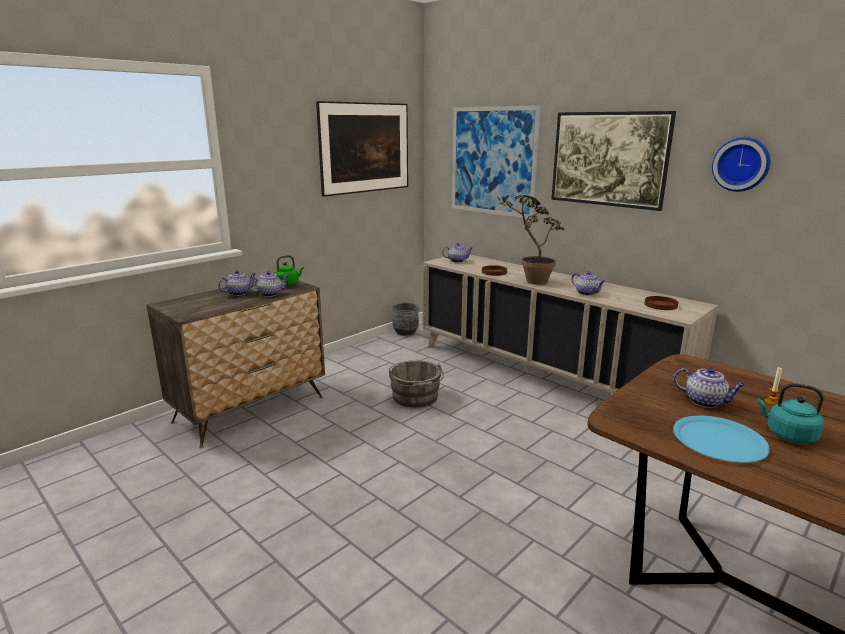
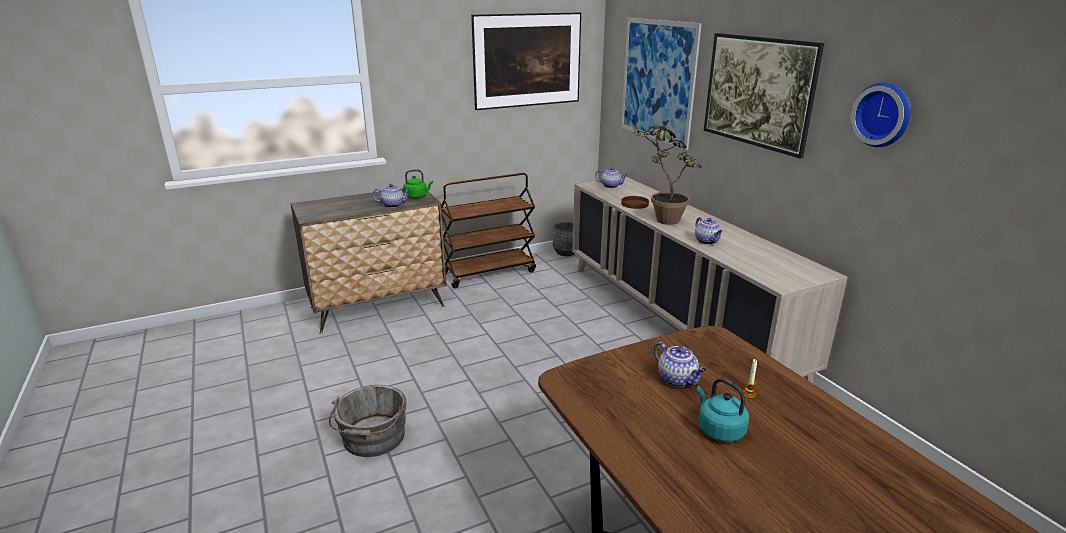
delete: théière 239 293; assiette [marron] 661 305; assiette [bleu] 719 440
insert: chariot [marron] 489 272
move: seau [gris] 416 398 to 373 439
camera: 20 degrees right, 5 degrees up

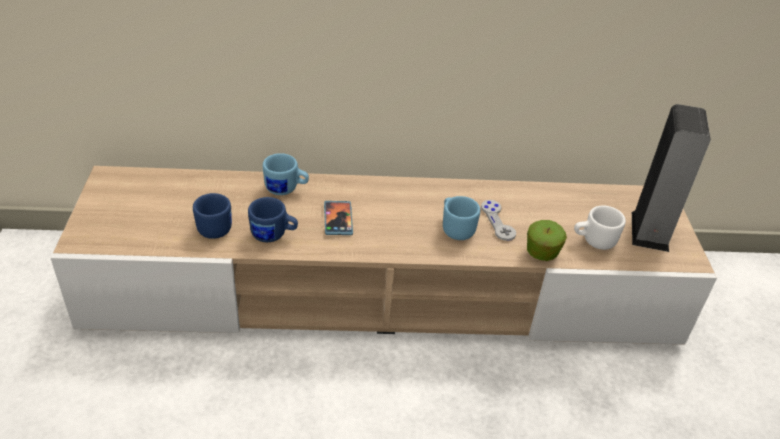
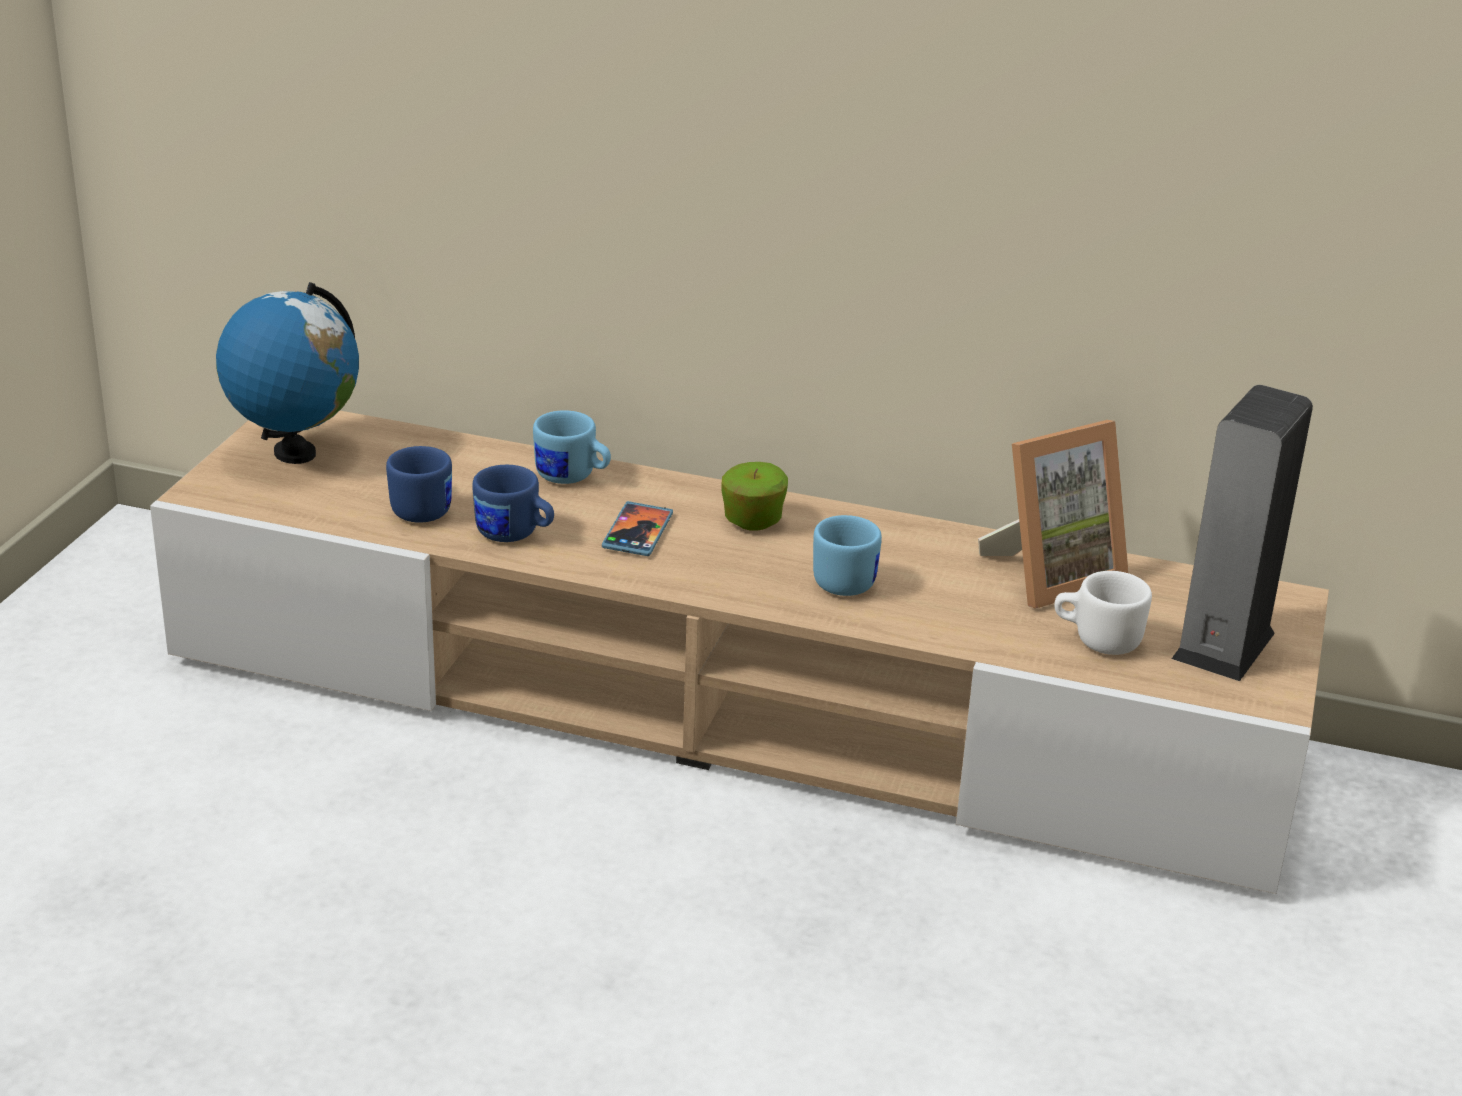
delete: manette [gris] 497 221
insert: globe 294 453; cadre photo 1051 575
move: pomme 542 253 to 753 521
camera: 20 degrees right, 10 degrees down

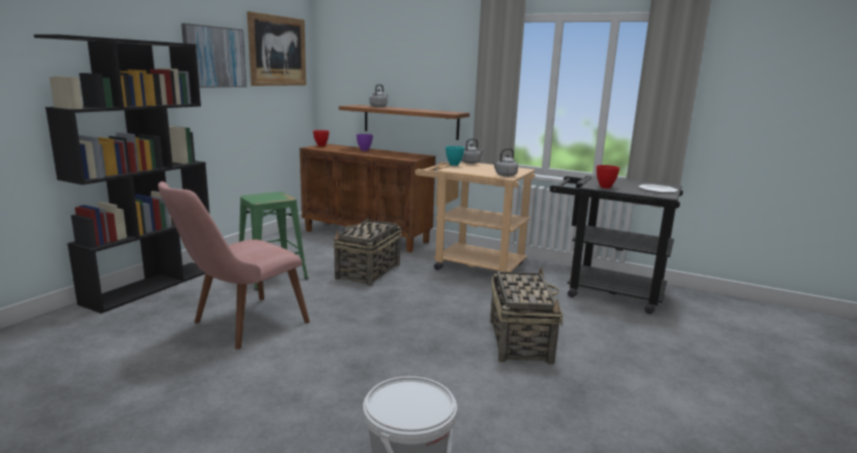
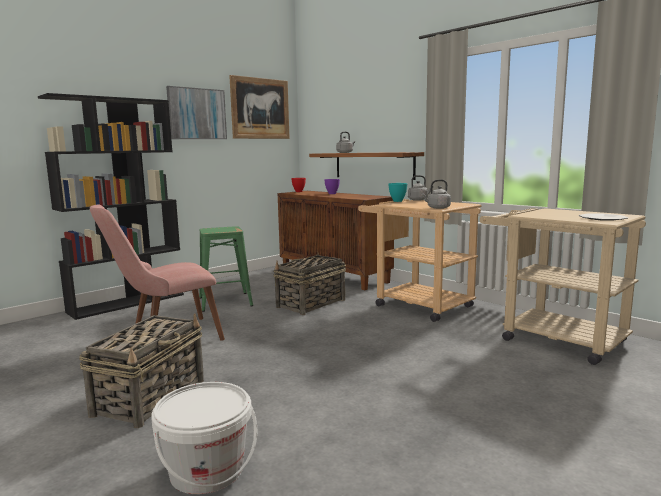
delete: bol [rouge] 605 187
move: panier 520 340 to 151 396
recolor: chariot [noir] 605 291 to chariot [beige] 552 338
camera: 20 degrees right, 5 degrees down

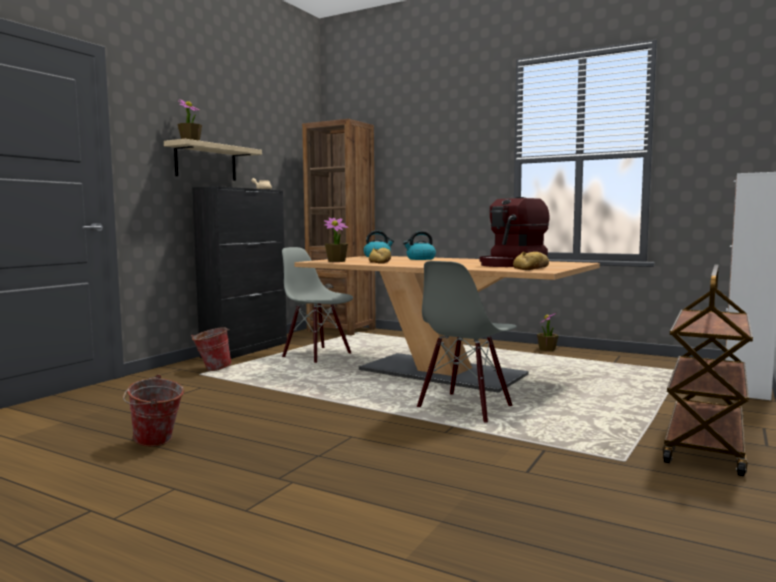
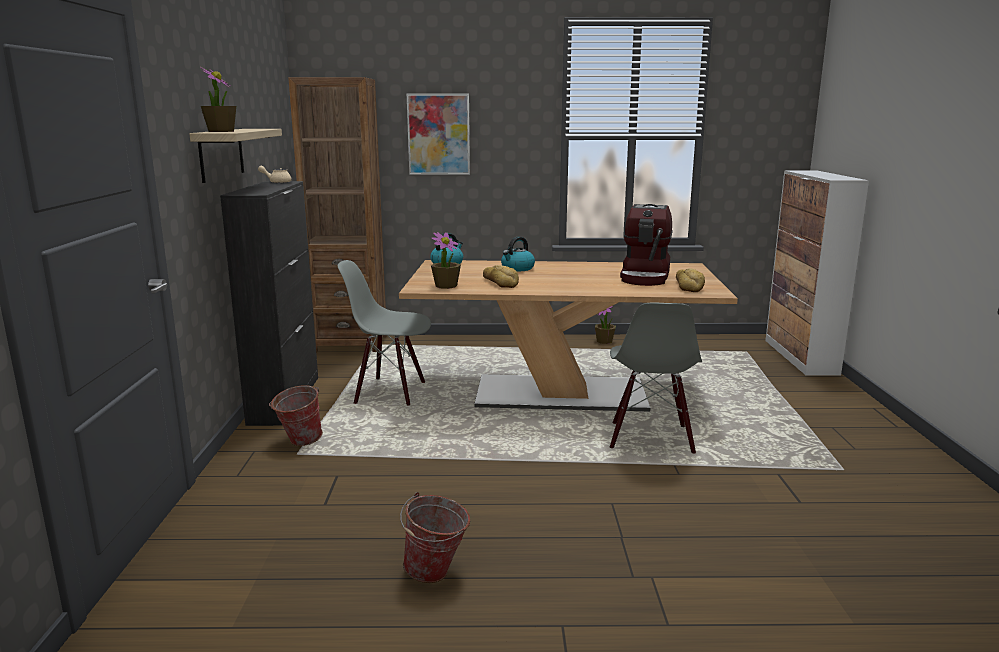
delete: chariot [marron] 706 444
insert: tableau 438 134
camera: 30 degrees left, 10 degrees up

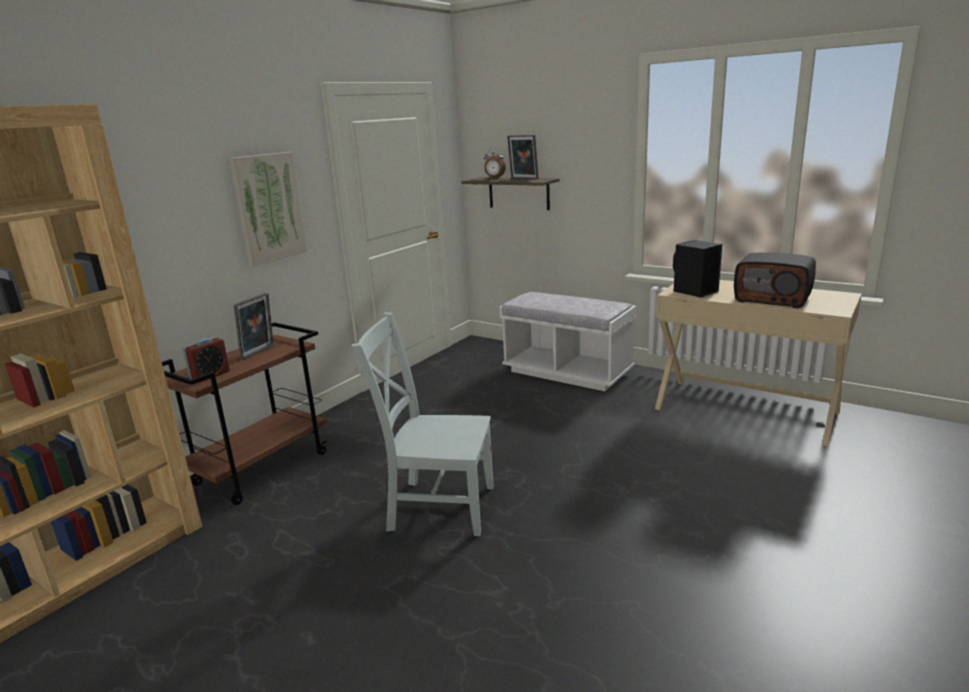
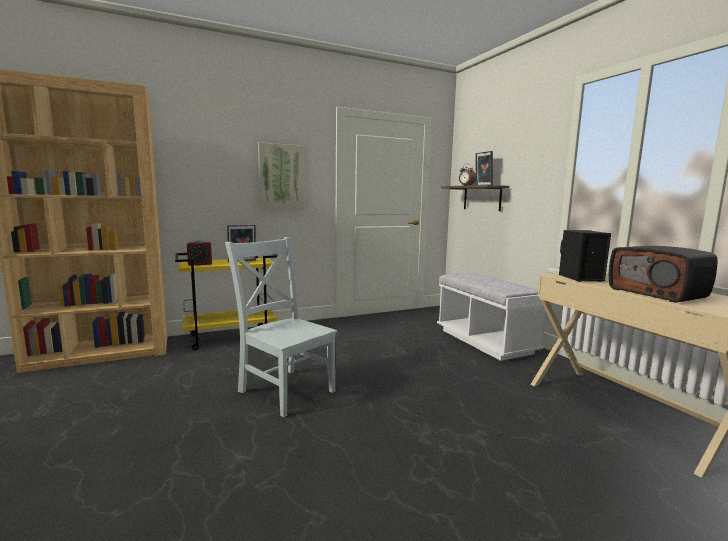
recolor: chariot [marron] 262 468 to chariot [jaune] 231 337
camera: 30 degrees right, 10 degrees down

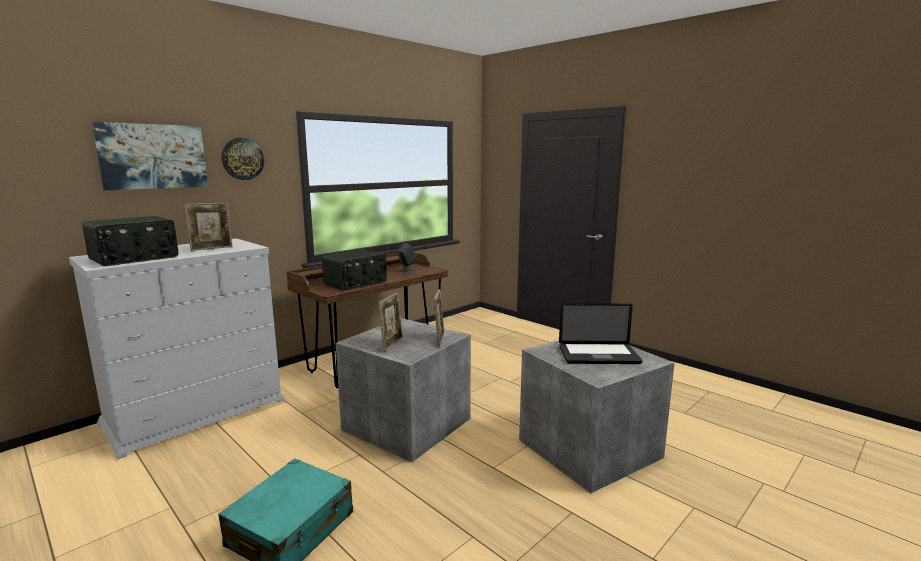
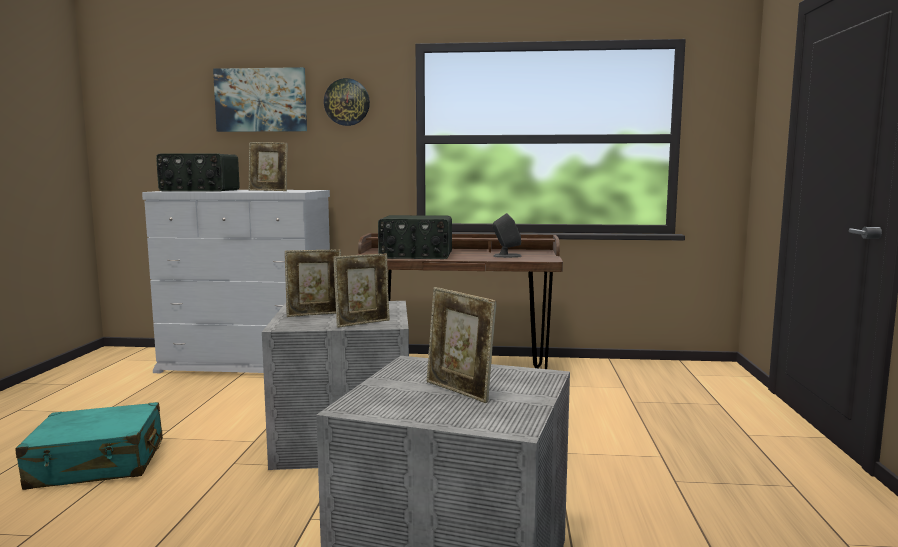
replace: ordinateur portable 598 355 to cadre photo 459 391
camera: 50 degrees right, 5 degrees down

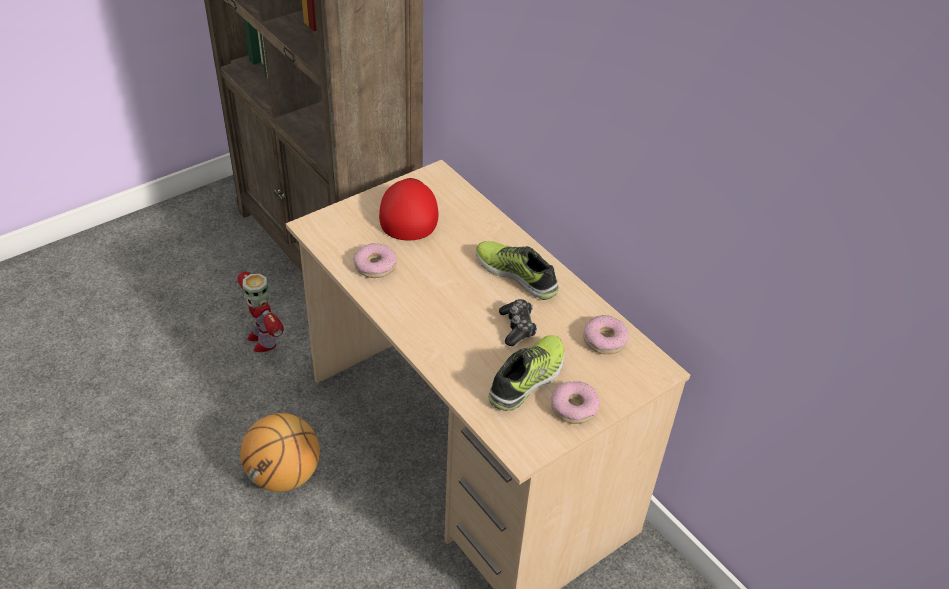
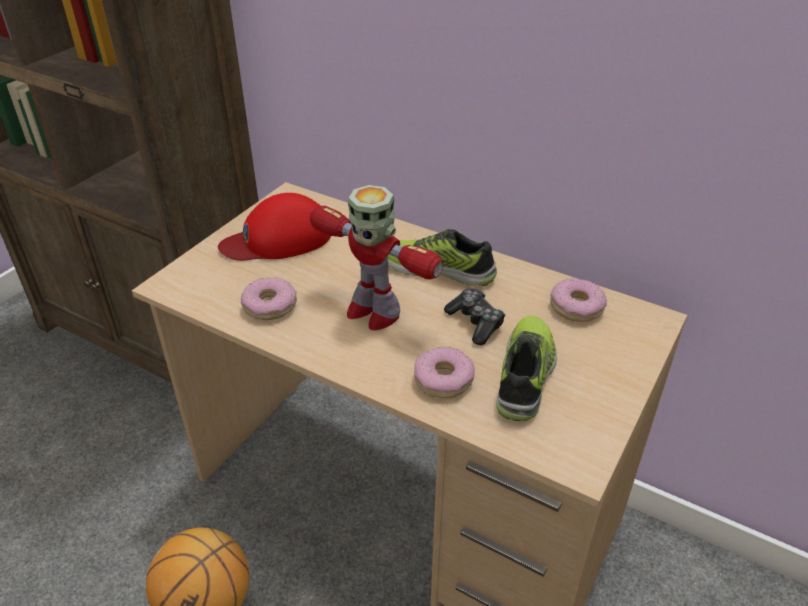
move: robot jouet 263 339 to 372 311; beignet 573 407 to 443 379
rotate: casquette [rouge] 409 211 = 278 239 90 degrees counterclockwise
camera: 20 degrees left, 5 degrees down

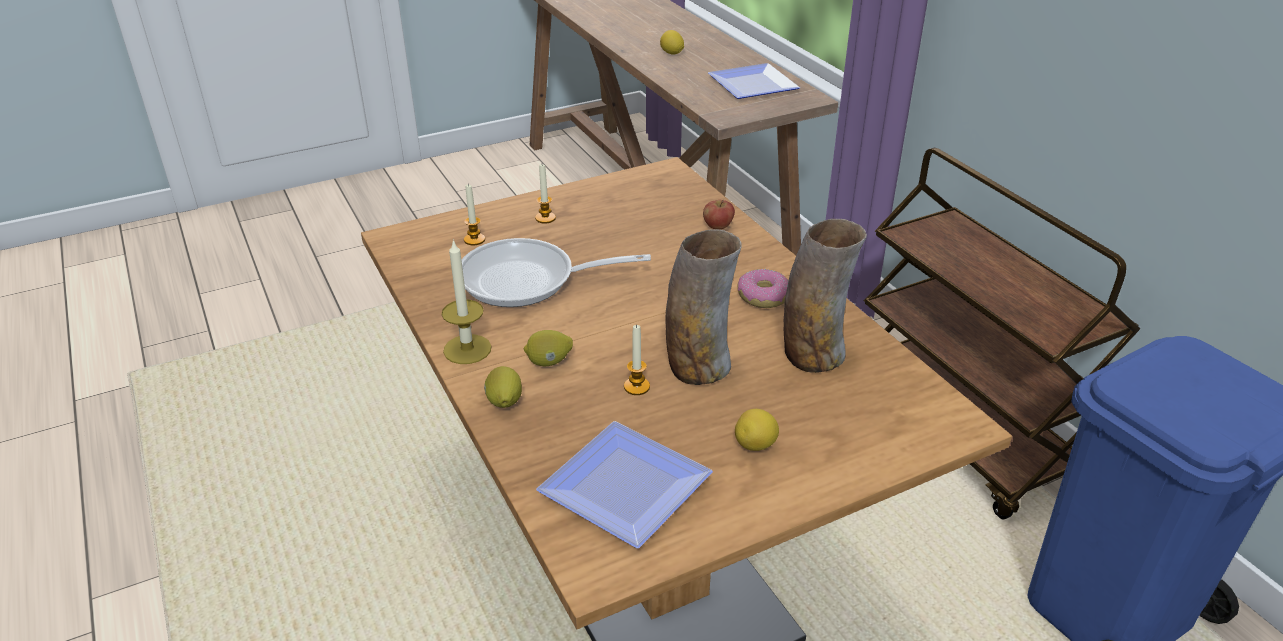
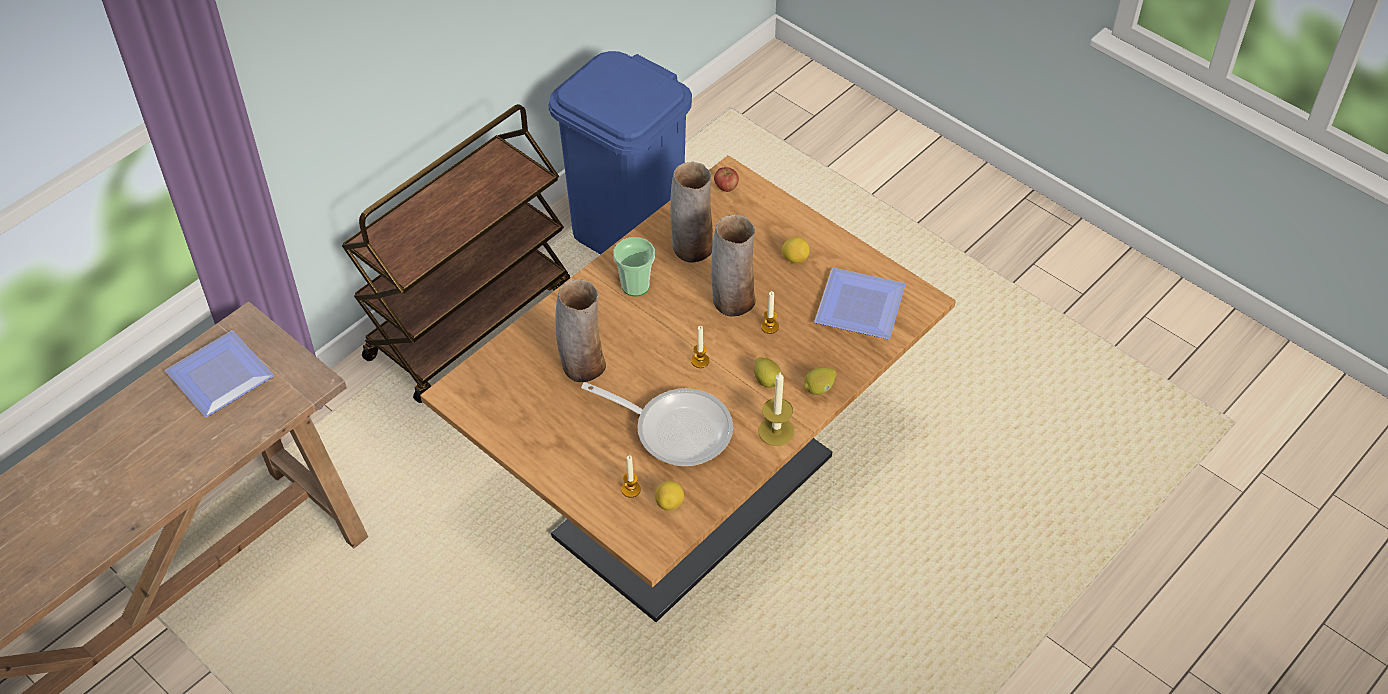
insert: vase 582 366
move: citron 671 53 to 669 503; bougie 545 218 to 700 361; pomme 717 226 to 726 187
replace: beignet 763 297 to tasse 635 286
rotate: poêle 528 281 = 675 429 45 degrees counterclockwise
camera: 110 degrees left, 15 degrees up

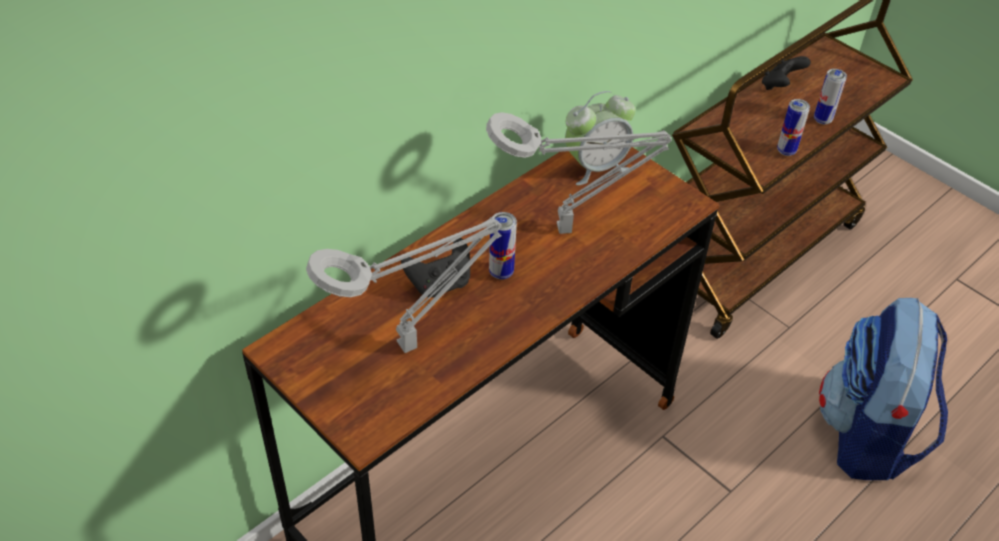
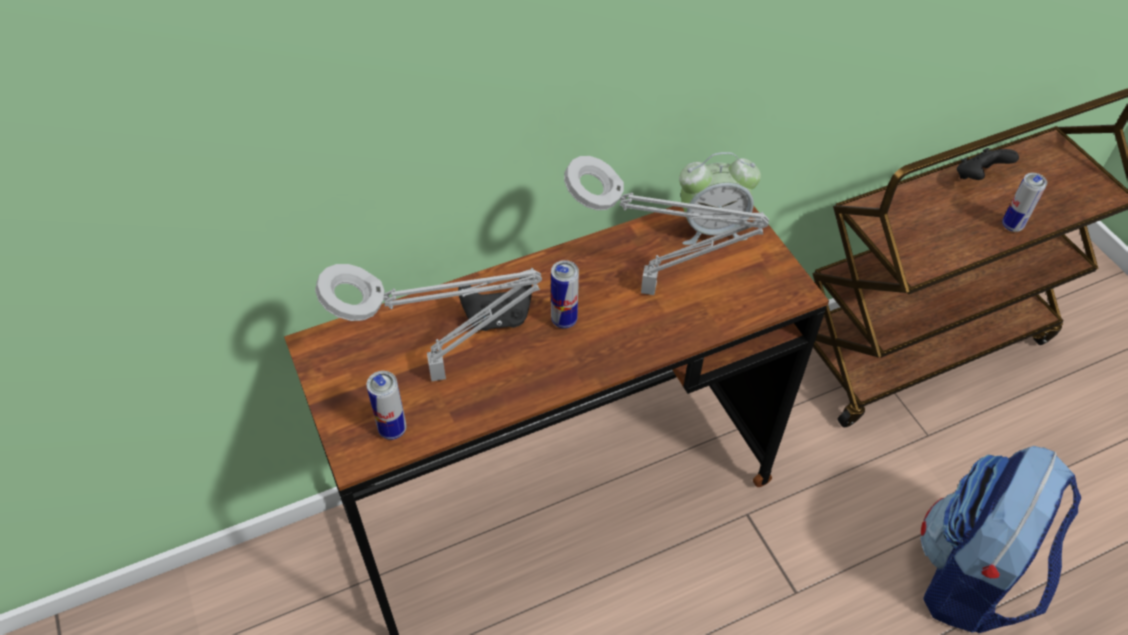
move: boîte métallique 786 151 to 392 429
camera: 20 degrees right, 5 degrees up

